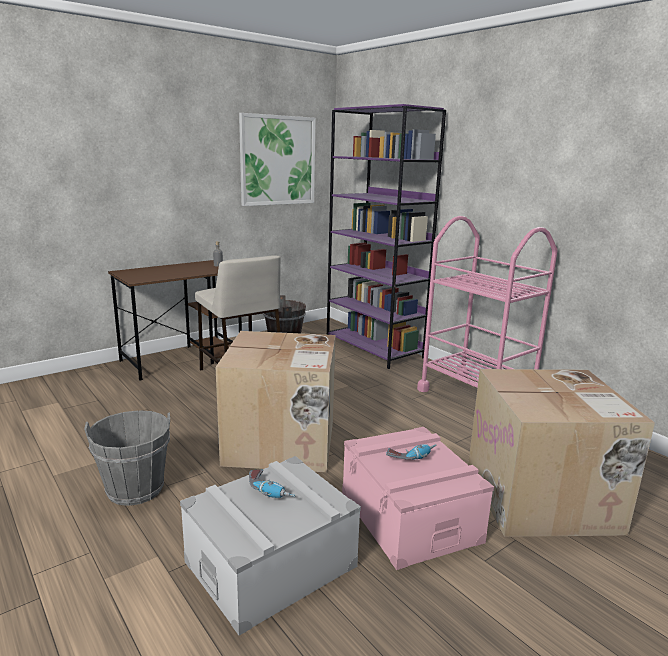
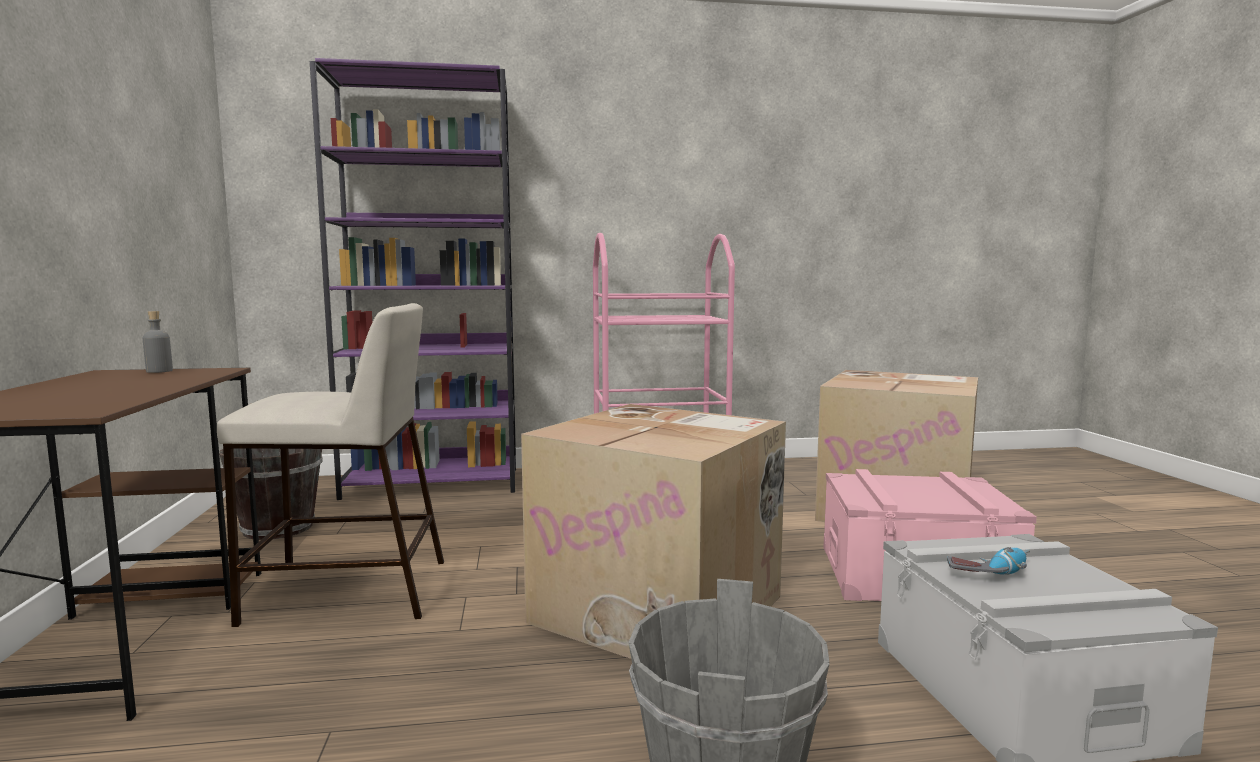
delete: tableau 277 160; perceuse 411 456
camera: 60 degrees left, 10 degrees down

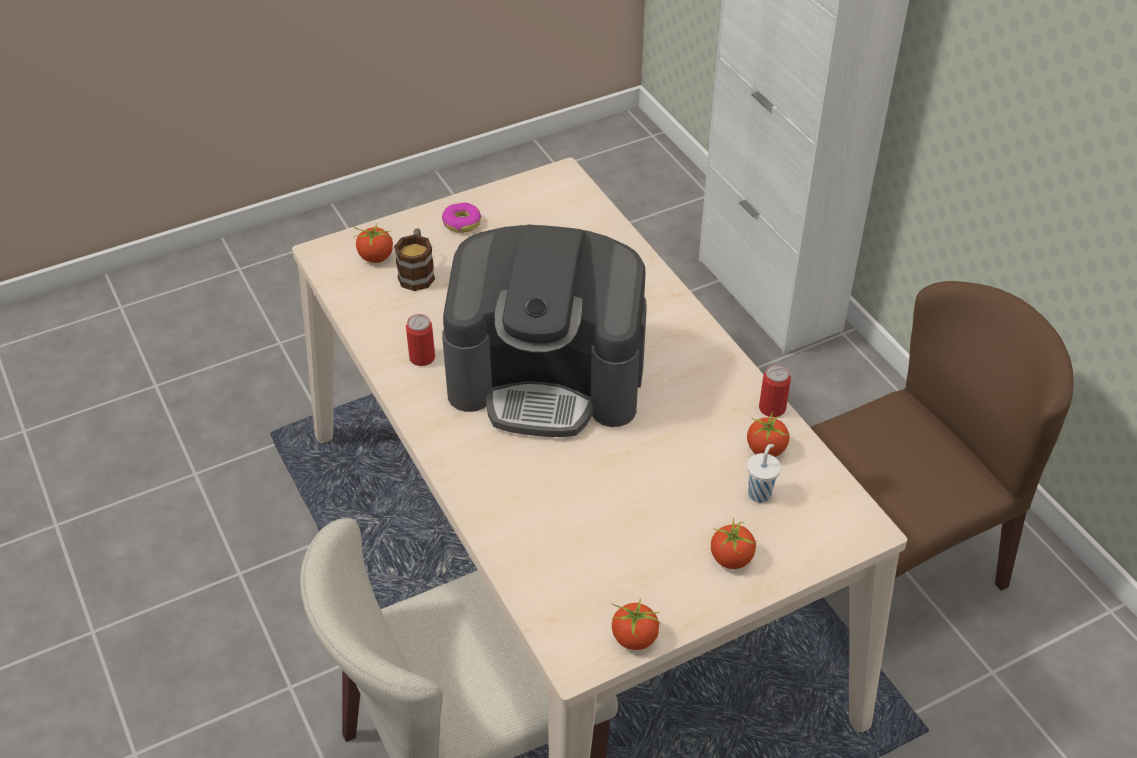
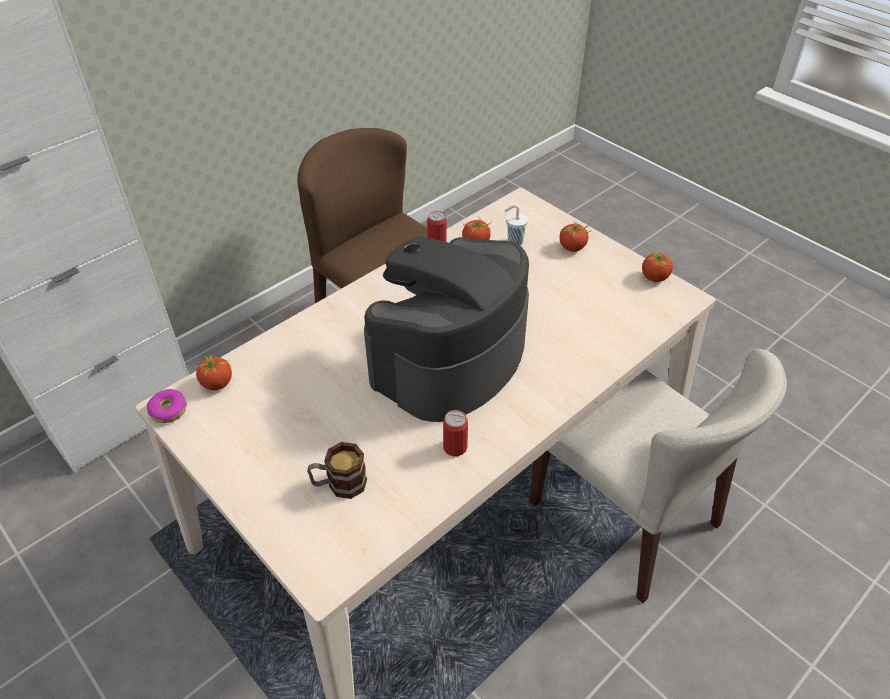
move: beignet 462 222 to 168 410; tomate 375 257 to 217 383
rotate: machine à café 548 377 = 448 360 135 degrees counterclockwise
camera: 105 degrees left, 0 degrees up

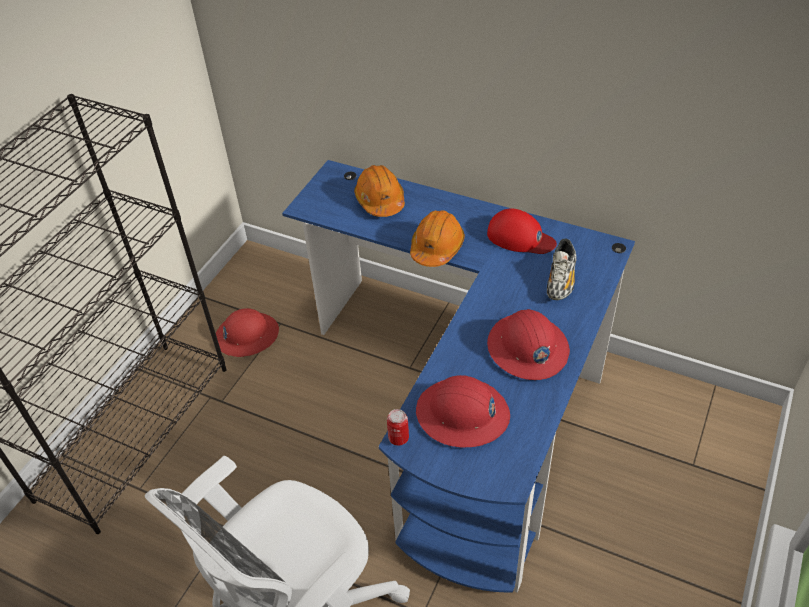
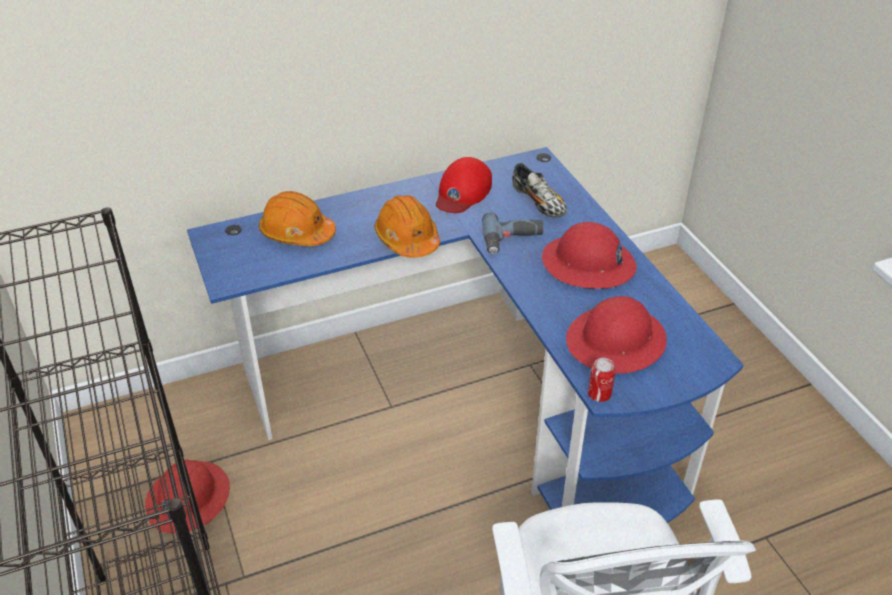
insert: perceuse 513 240
rotate: casquette [rouge] 520 237 = 462 192 135 degrees clockwise
camera: 50 degrees left, 5 degrees down

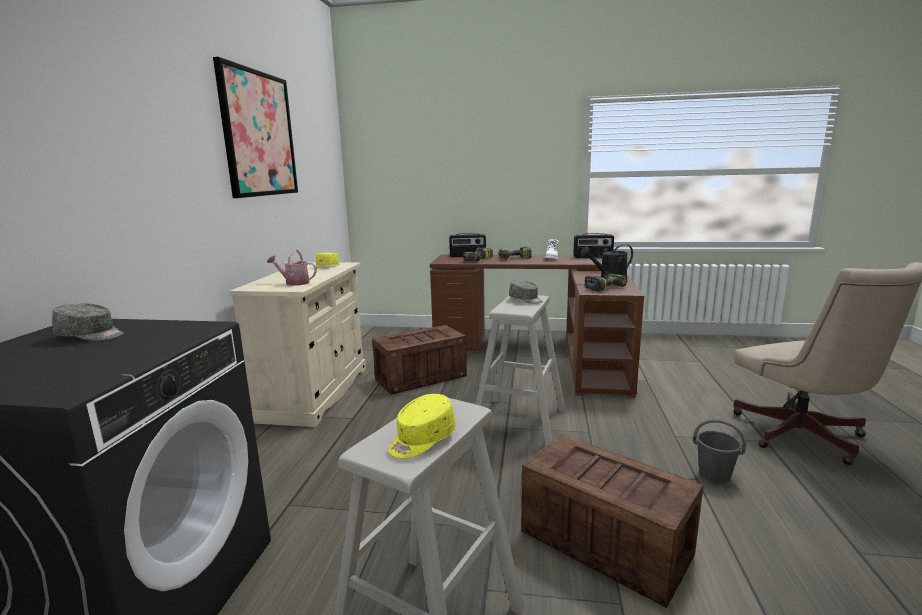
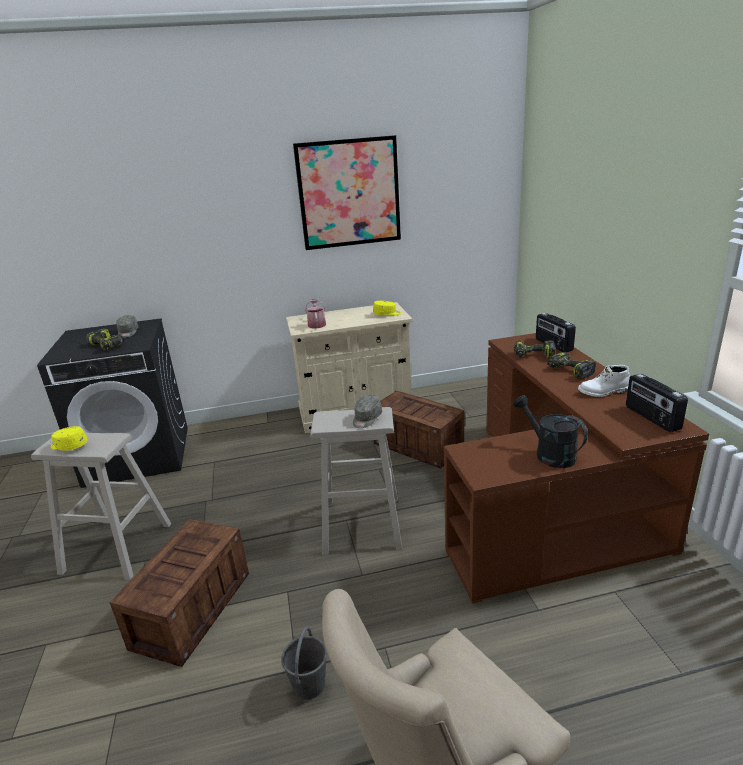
move: perceuse 605 287 to 108 345
camera: 70 degrees right, 10 degrees up

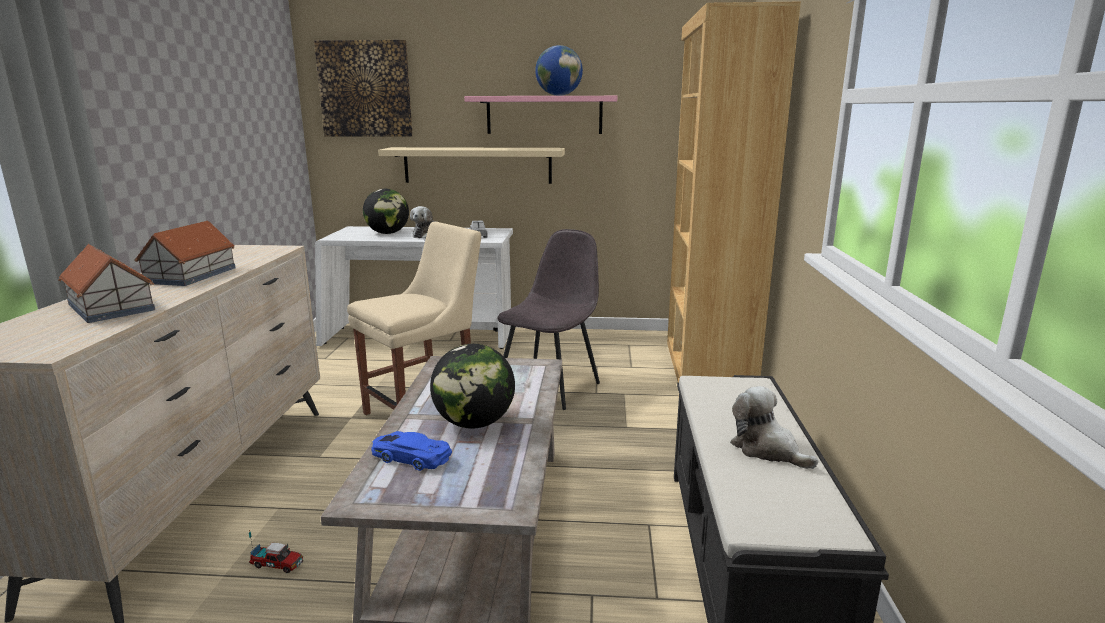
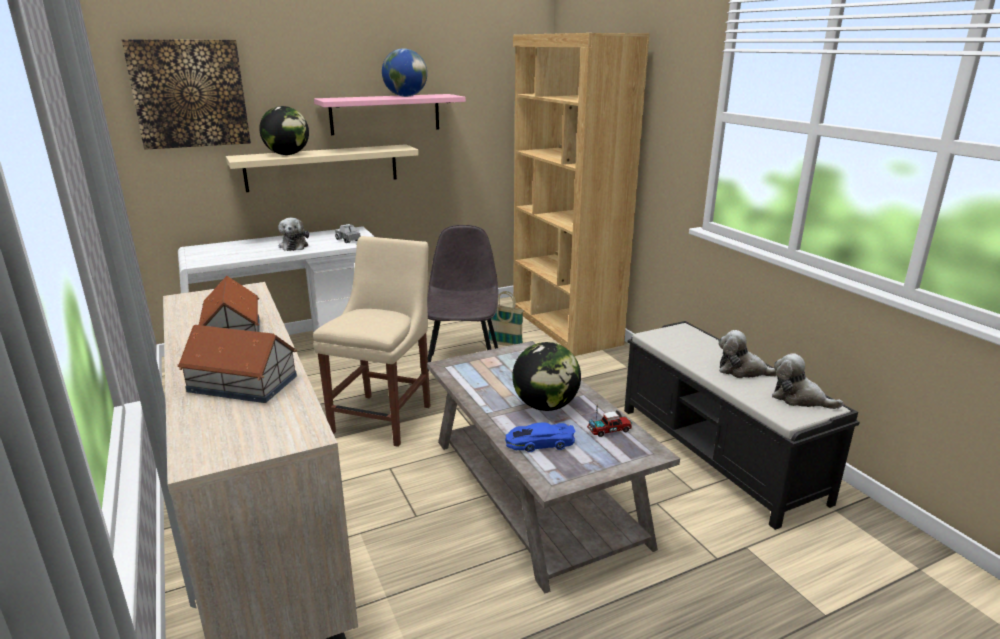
insert: panier 505 344; peluche 799 398
move: globe 387 233 to 287 154; camion jouet 278 564 to 610 430
camera: 30 degrees left, 5 degrees up

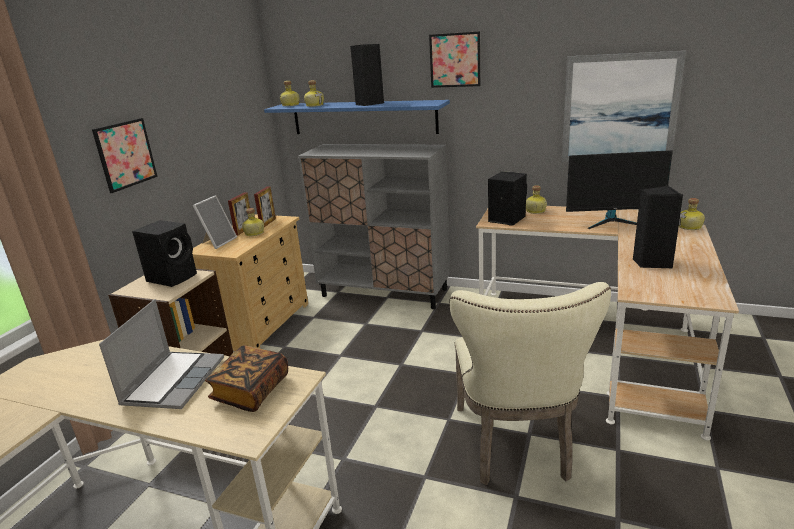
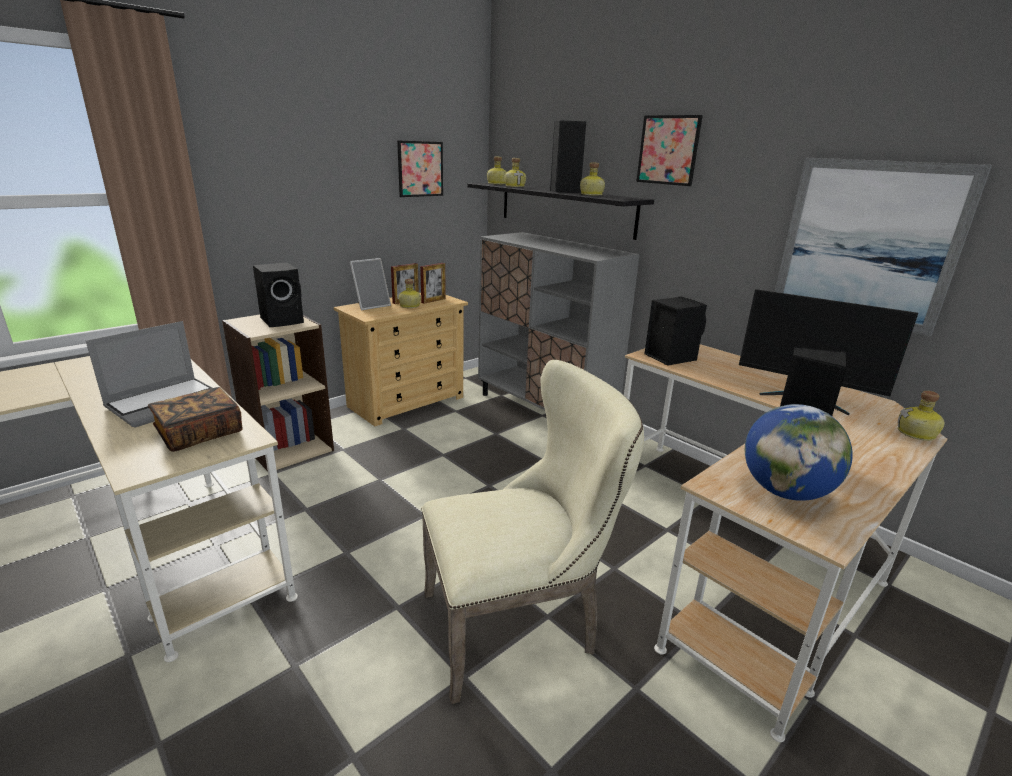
insert: globe 785 491
move: tableau 125 154 to 420 169; bouteille 534 211 to 590 194
recolor: étagère [bleu] 363 117 to étagère [noir] 564 209
rotate: chaise [beige] 516 447 = 519 623 135 degrees counterclockwise
camera: 25 degrees right, 0 degrees up

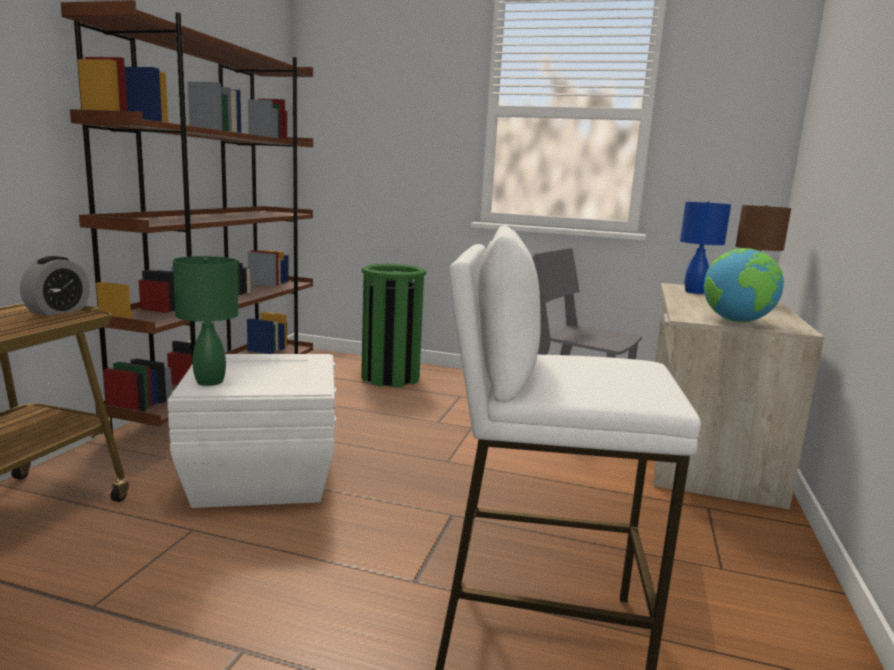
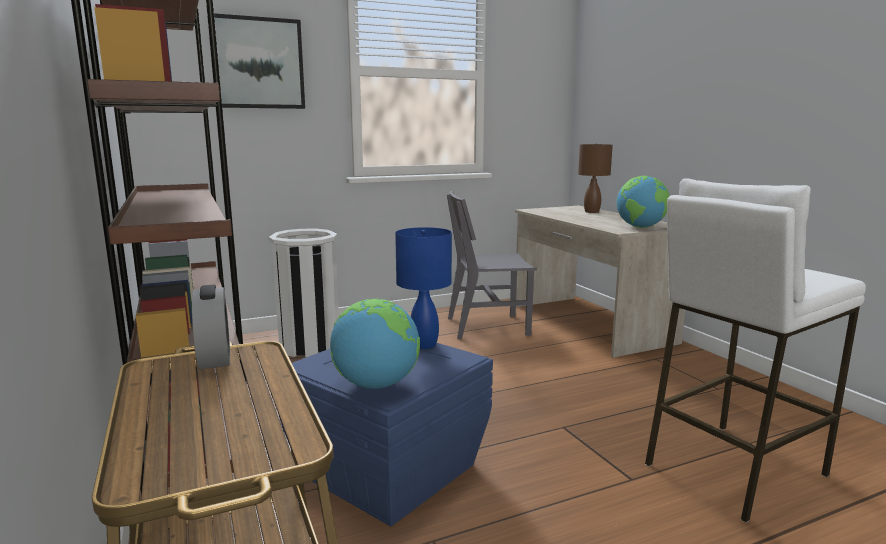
insert: tableau 258 63
move: lampe de table [bleu] 695 292 to 425 344
replace: lampe de table [vert] 210 381 to globe 376 385
recolor: poubelle [vert] 390 377 to poubelle [blanc] 309 346; boîte de rangement [blanc] 261 476 to boîte de rangement [bleu] 387 470
camera: 40 degrees left, 0 degrees up

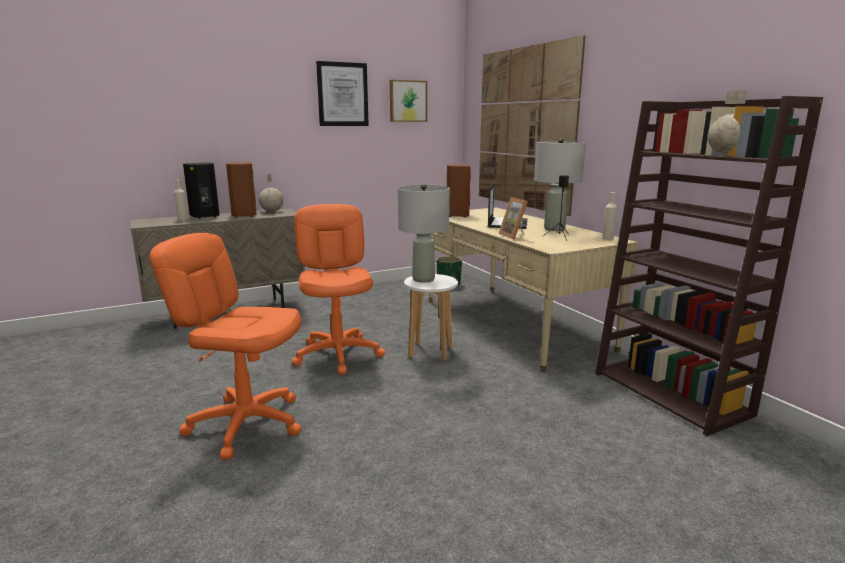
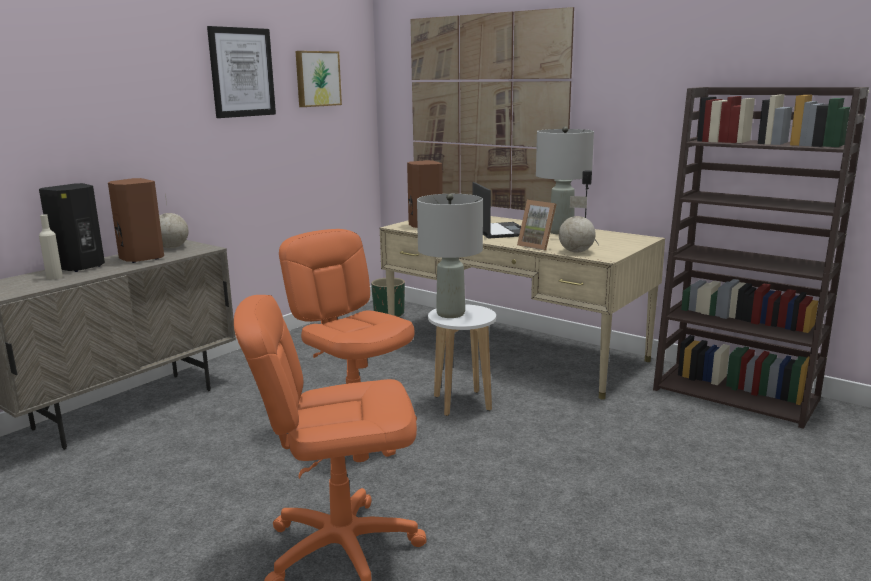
delete: bouteille [beige] 608 239
move: globe 726 155 to 576 252
camera: 25 degrees left, 0 degrees up

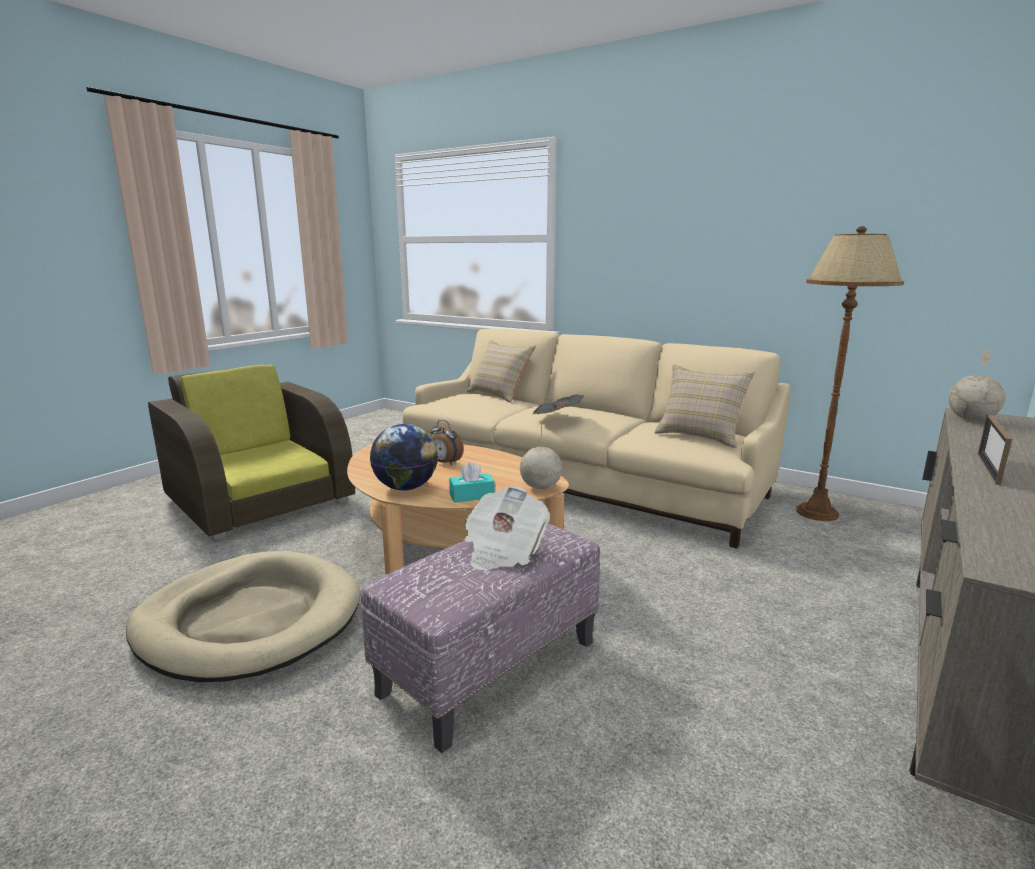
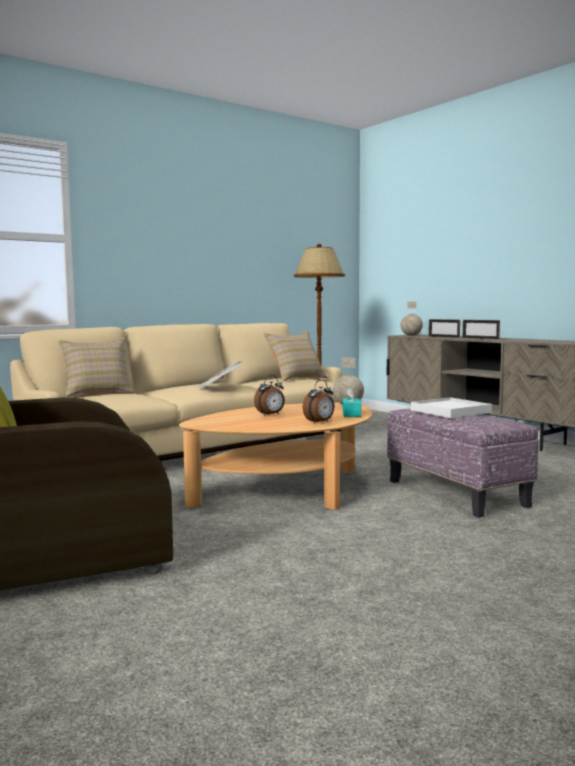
delete: panier pour chien [beige] 250 621
insert: cadre photo 443 337
replace: globe 406 488 to réveil 320 422; journal 503 550 to plateau [blanc] 450 411
camera: 70 degrees left, 10 degrees down

